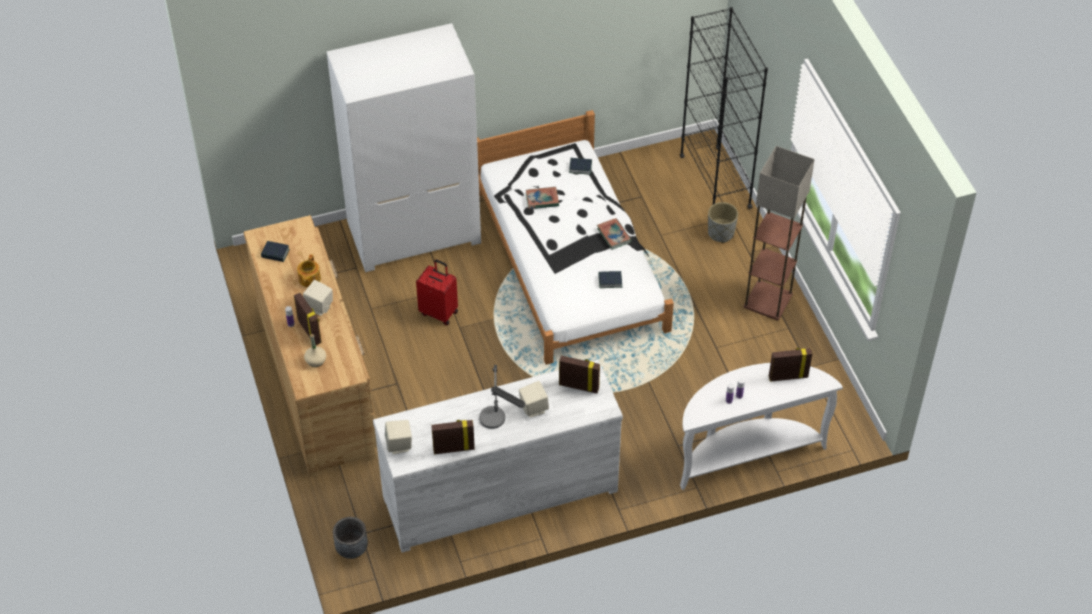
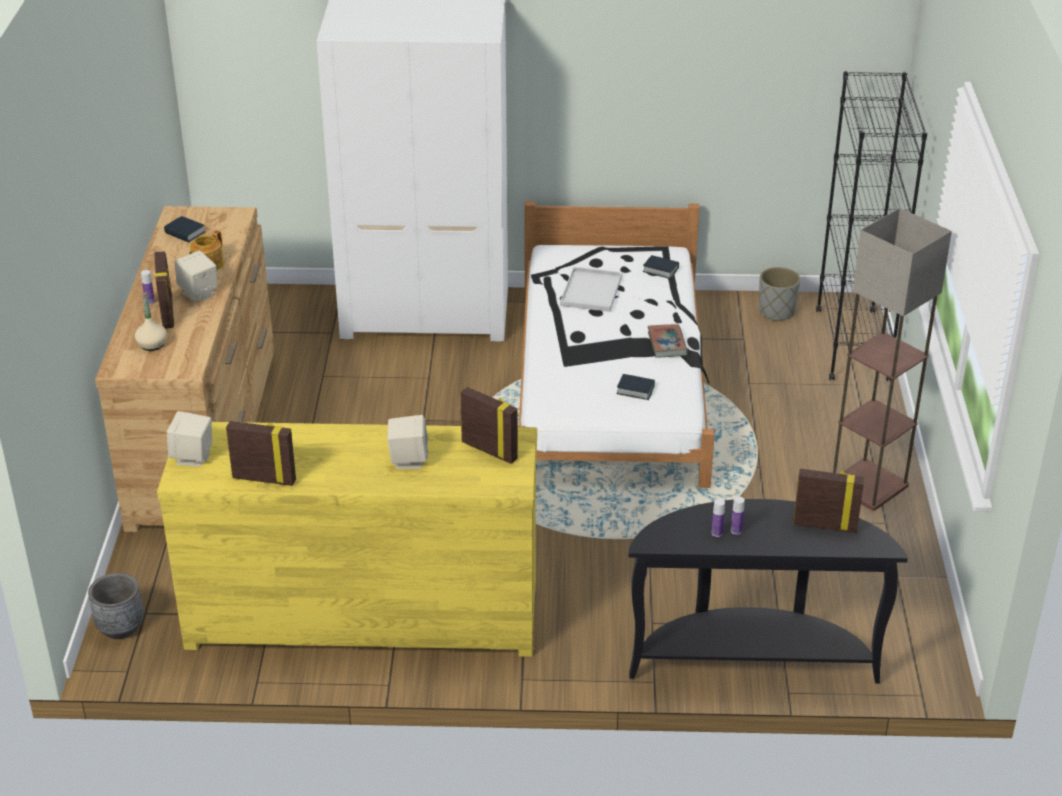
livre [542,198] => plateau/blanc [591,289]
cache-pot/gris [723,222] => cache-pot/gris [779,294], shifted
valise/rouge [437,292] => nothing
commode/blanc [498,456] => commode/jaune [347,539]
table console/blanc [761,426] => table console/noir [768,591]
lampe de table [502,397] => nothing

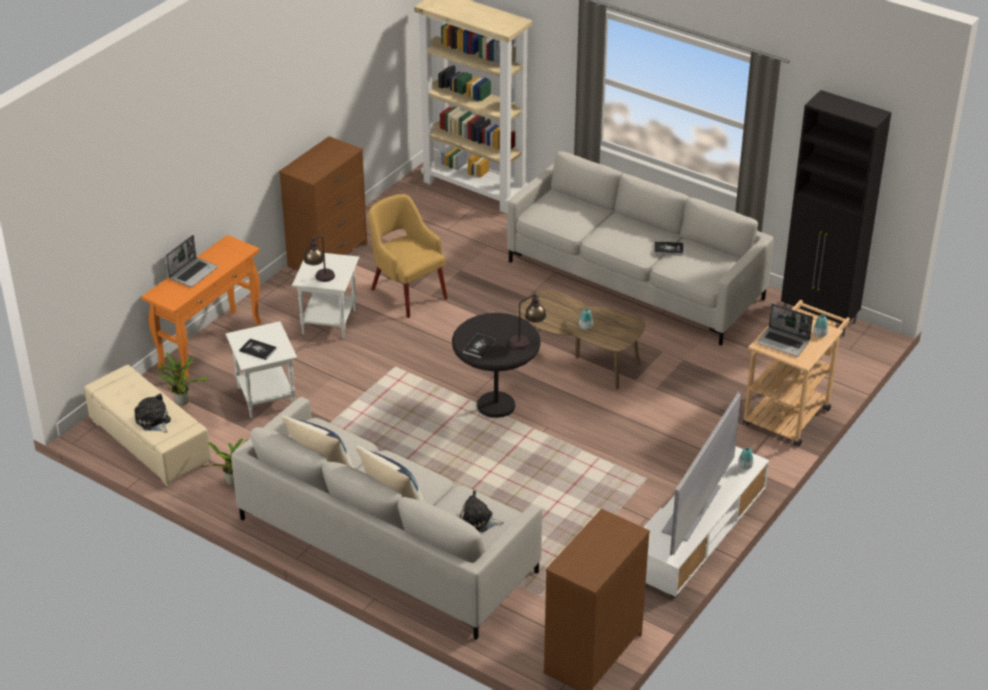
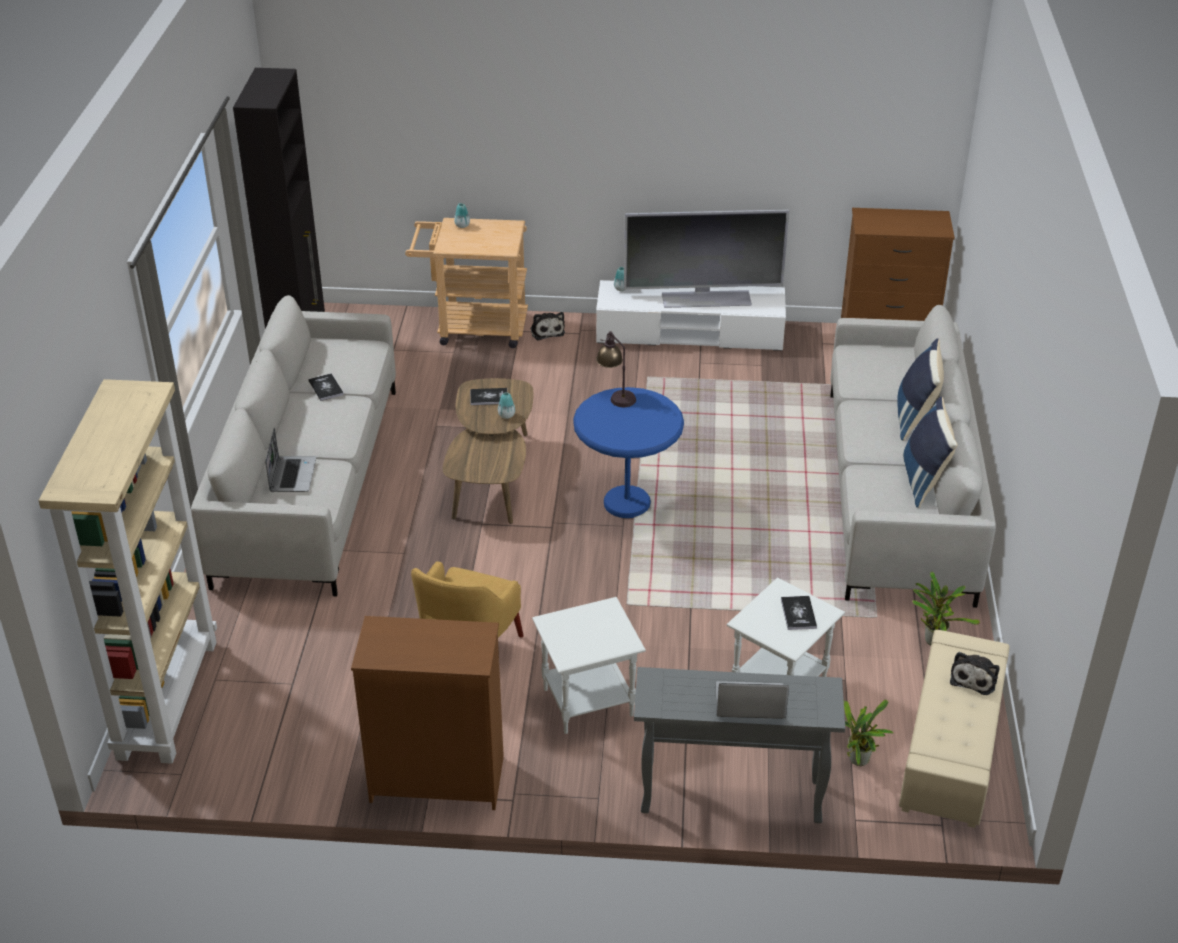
table console/orange [201,307] => table console/gris [739,745]
lampe de table [319,259] => nothing
ordinateur portable [785,330] => ordinateur portable [290,460], shifted
table d'appoint/noir [496,365] => table d'appoint/bleu [628,452]
livre [479,345] => livre [488,396], shifted
peluche [482,511] => peluche [547,326], shifted

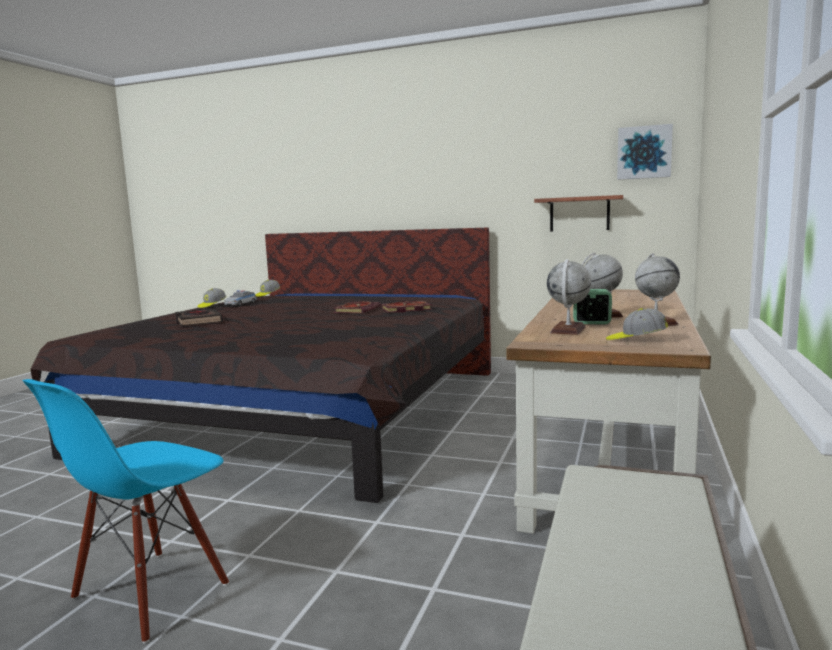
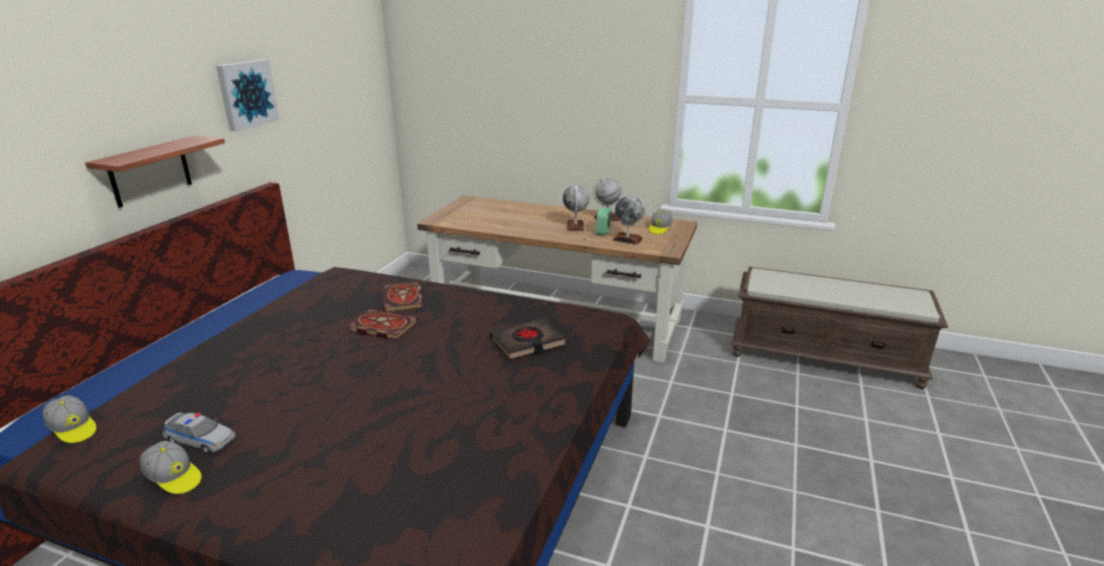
tableau [645,152] => tableau [247,95], shifted
étagère [578,213] => étagère [155,172], shifted
livre/noir [199,317] => livre/noir [528,339], shifted
chaise/bleu [125,511] => nothing

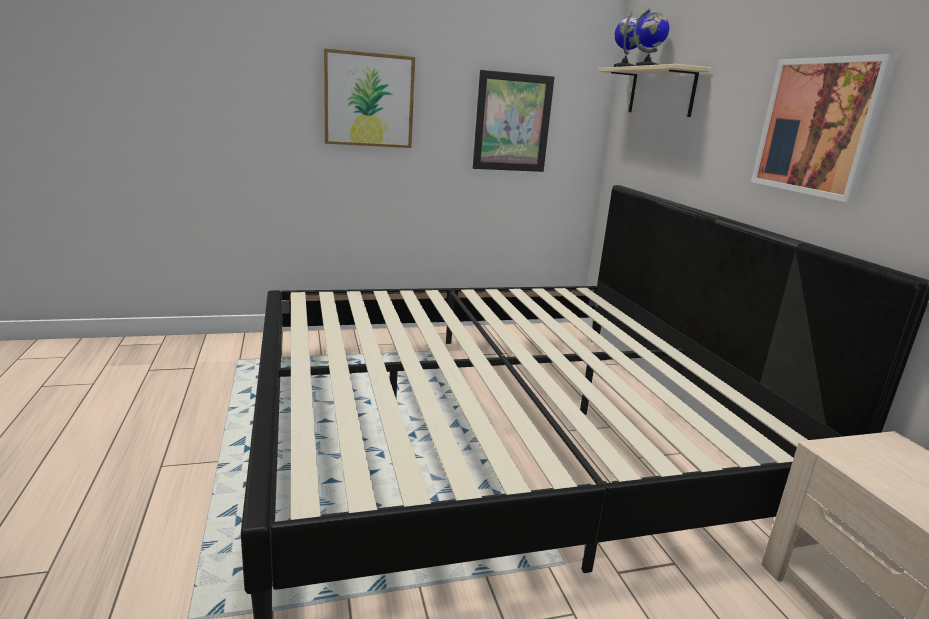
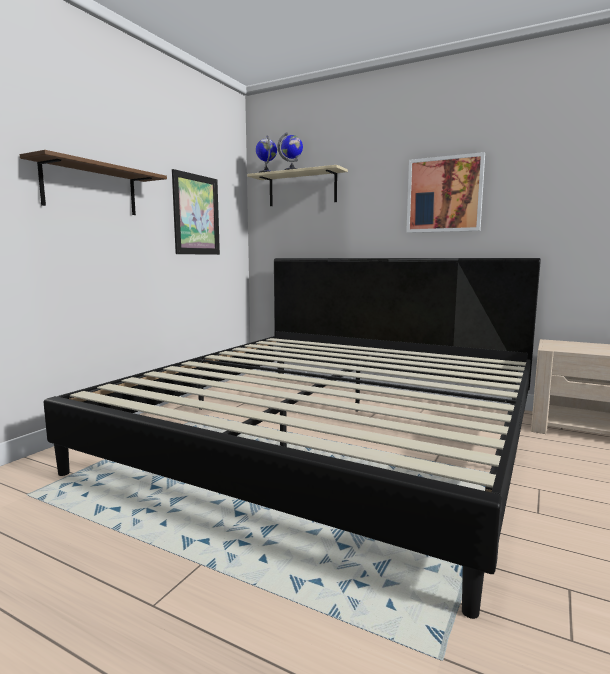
tableau [369,98] => étagère/marron [93,182]

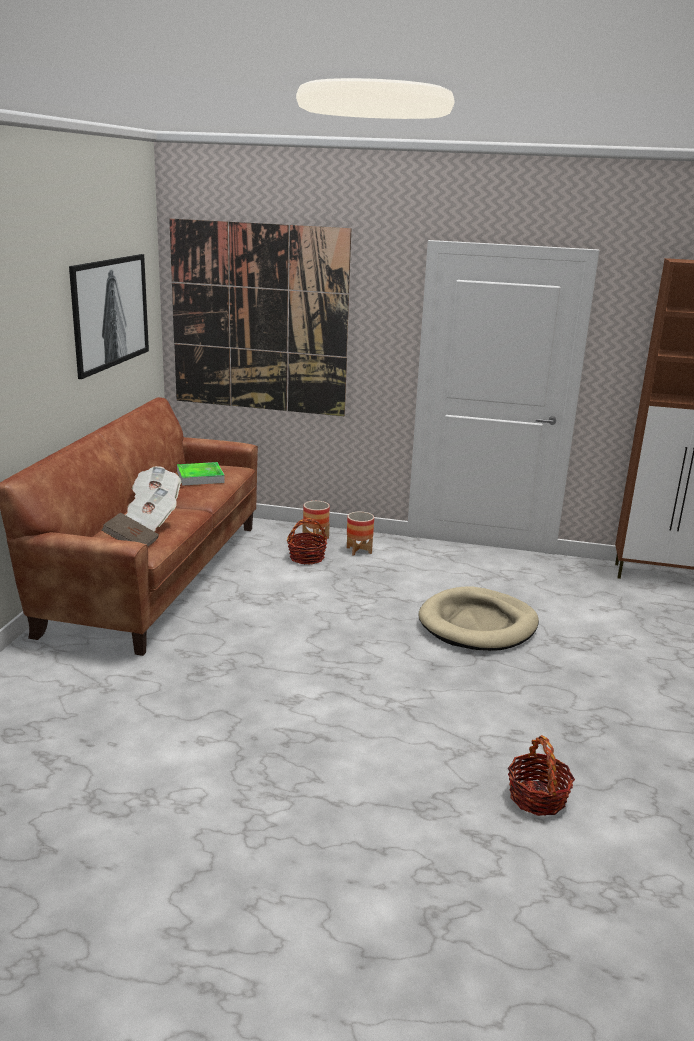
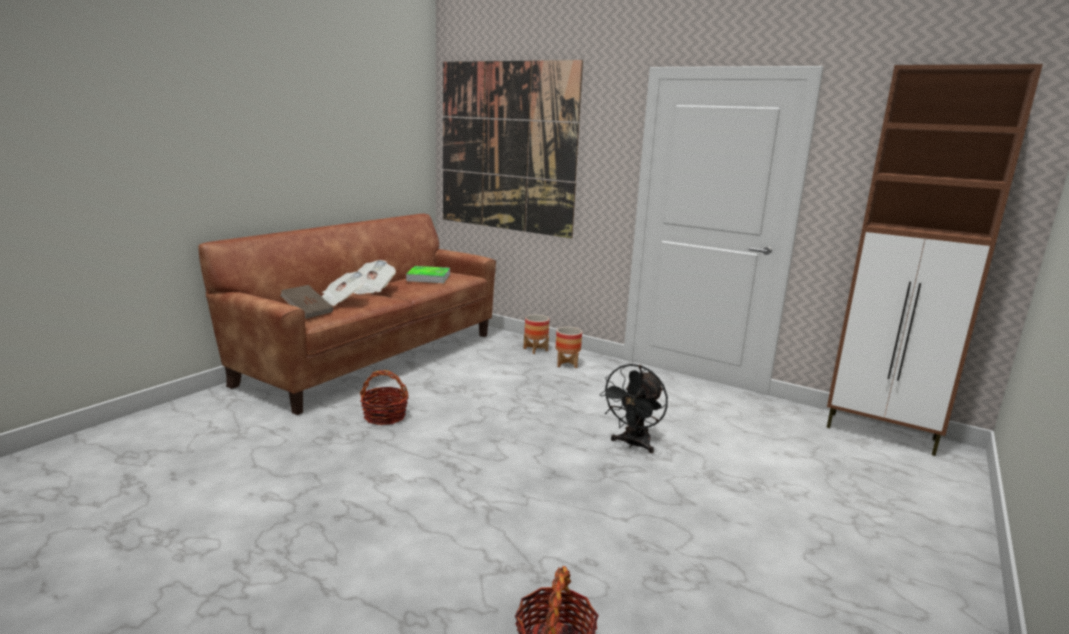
tableau [109,316] => nothing
panier [307,541] => panier [384,397], shifted
panier pour chien/beige [479,618] => ventilateur/noir [633,408]

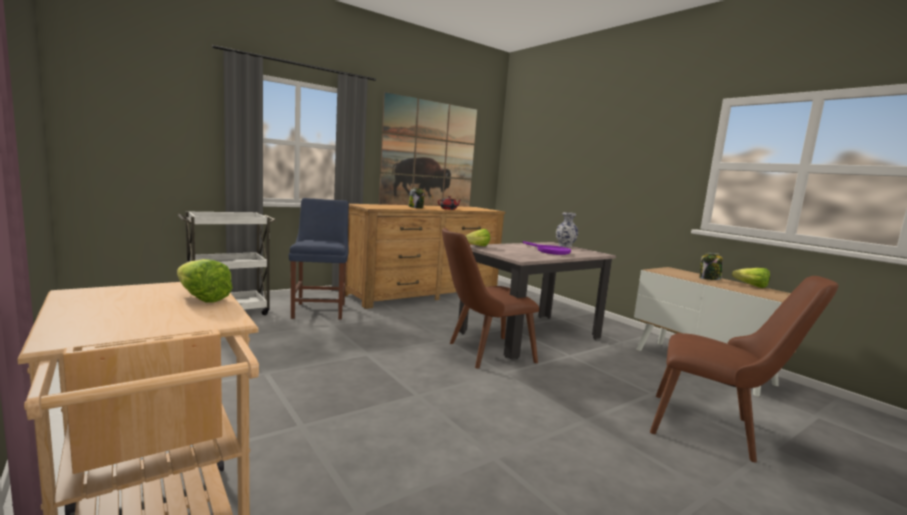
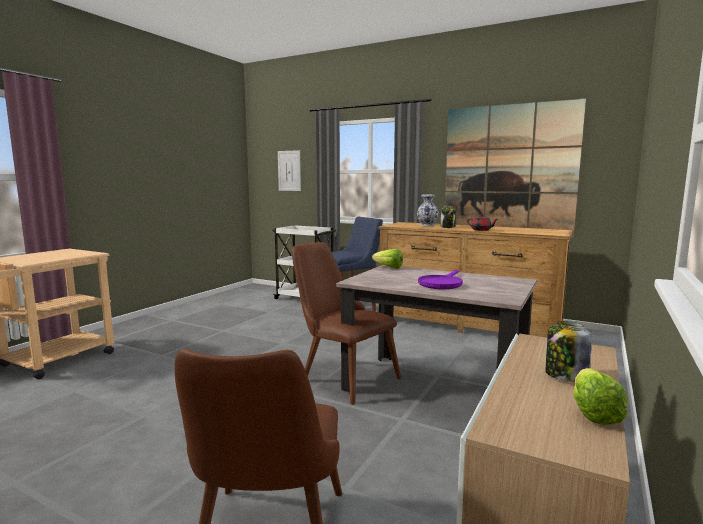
vase [567,229] => vase [428,210], shifted
laitue [204,281] => nothing
nothing => tableau [289,170]

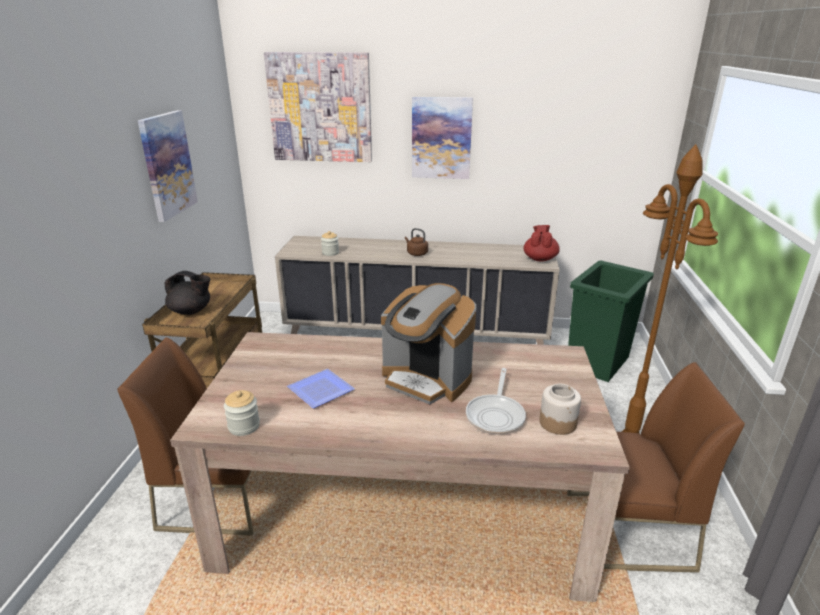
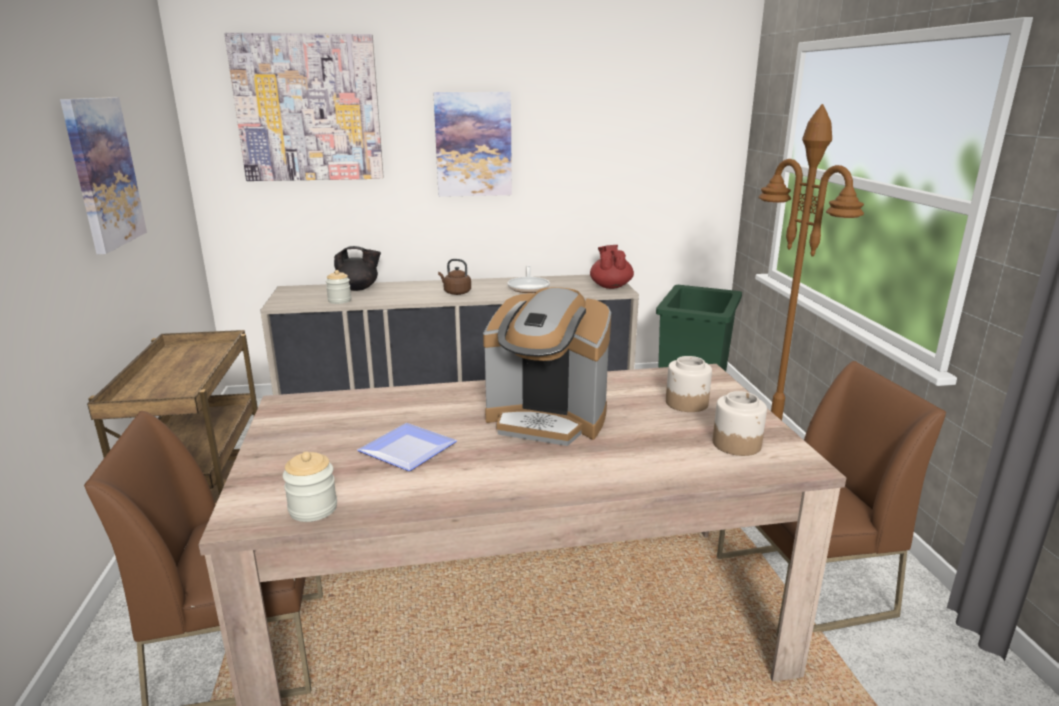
théière/noir [188,293] => théière/noir [357,268], shifted
poêle [496,401] => poêle [528,279], shifted
nothing => bocal [689,384]

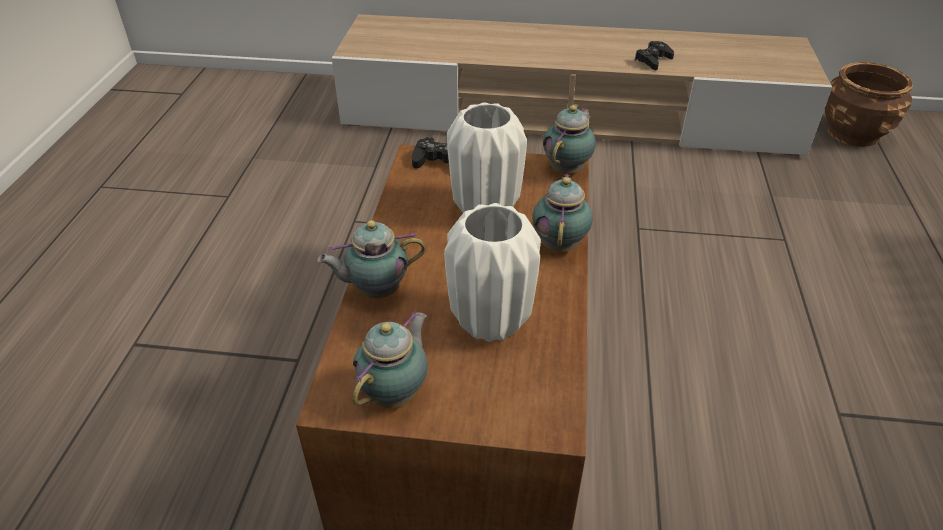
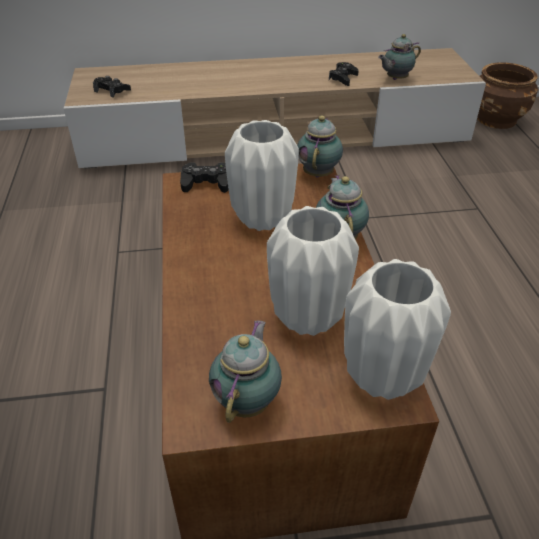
théière [371,259] => théière [399,57], shifted
nothing => manette/noir [112,87]
nothing => vase/blanc [397,329]

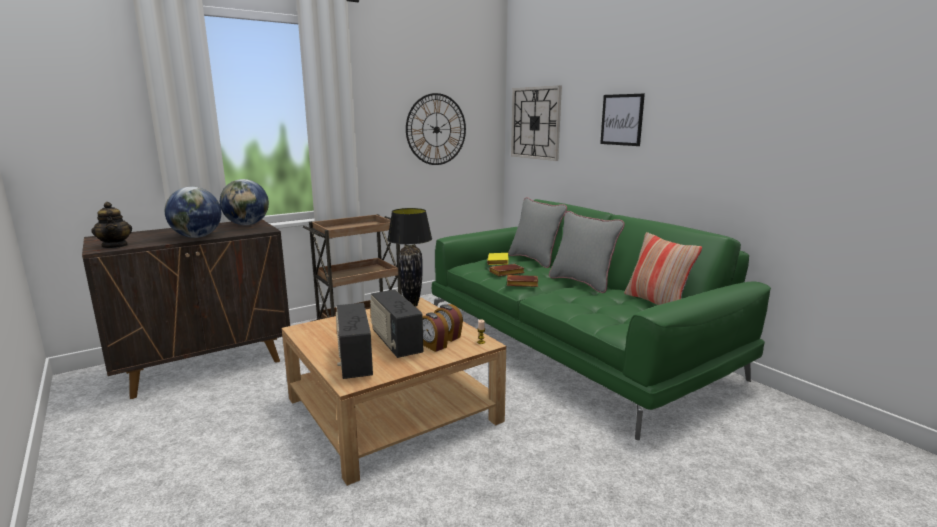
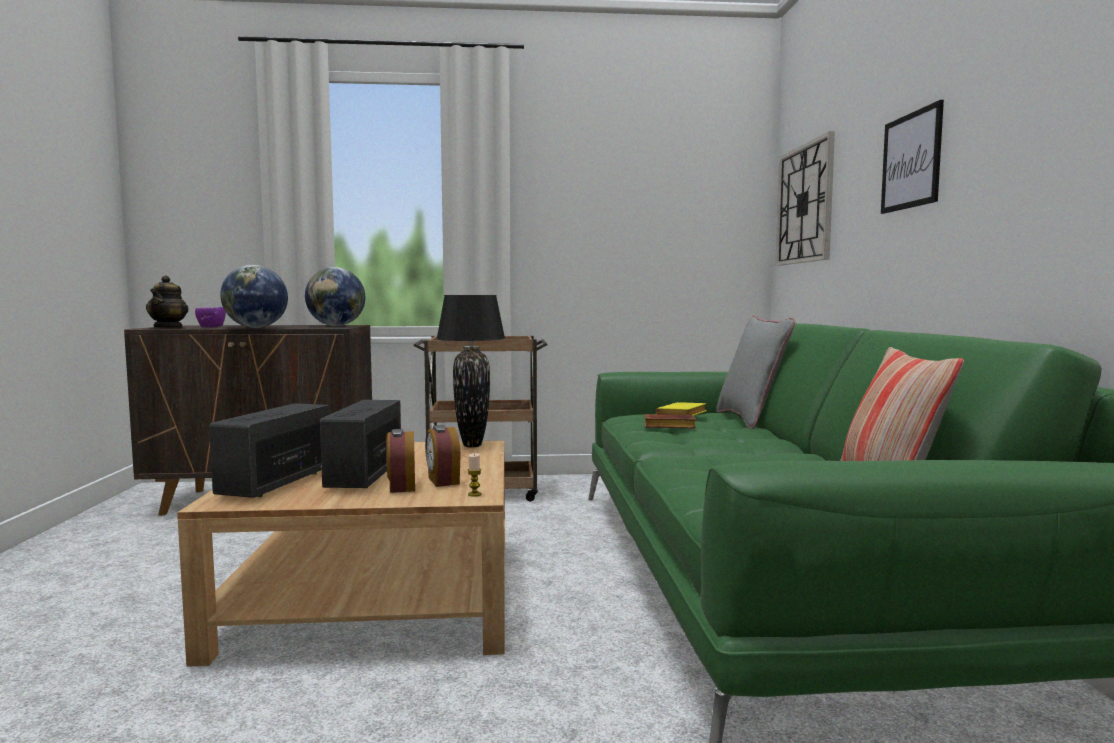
horloge murale [436,129] => nothing
coussin/gris [587,252] => nothing
livre/marron [522,281] => nothing
nothing => bol/violet [210,317]

